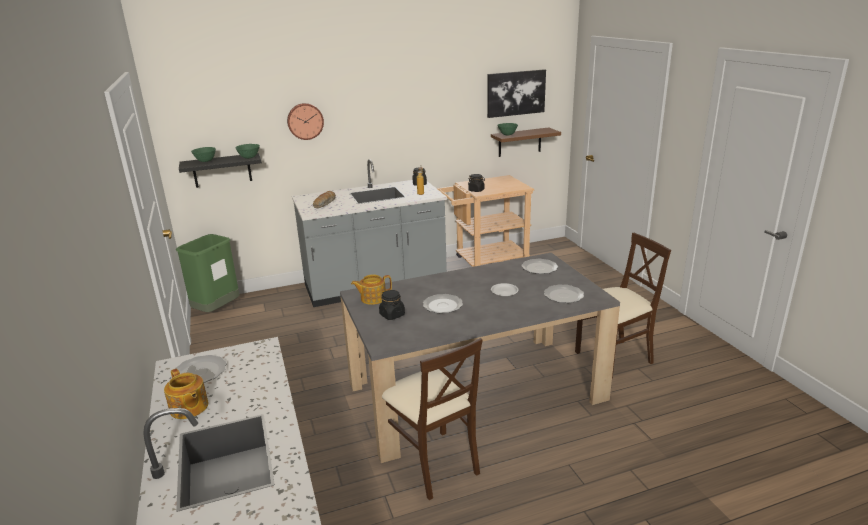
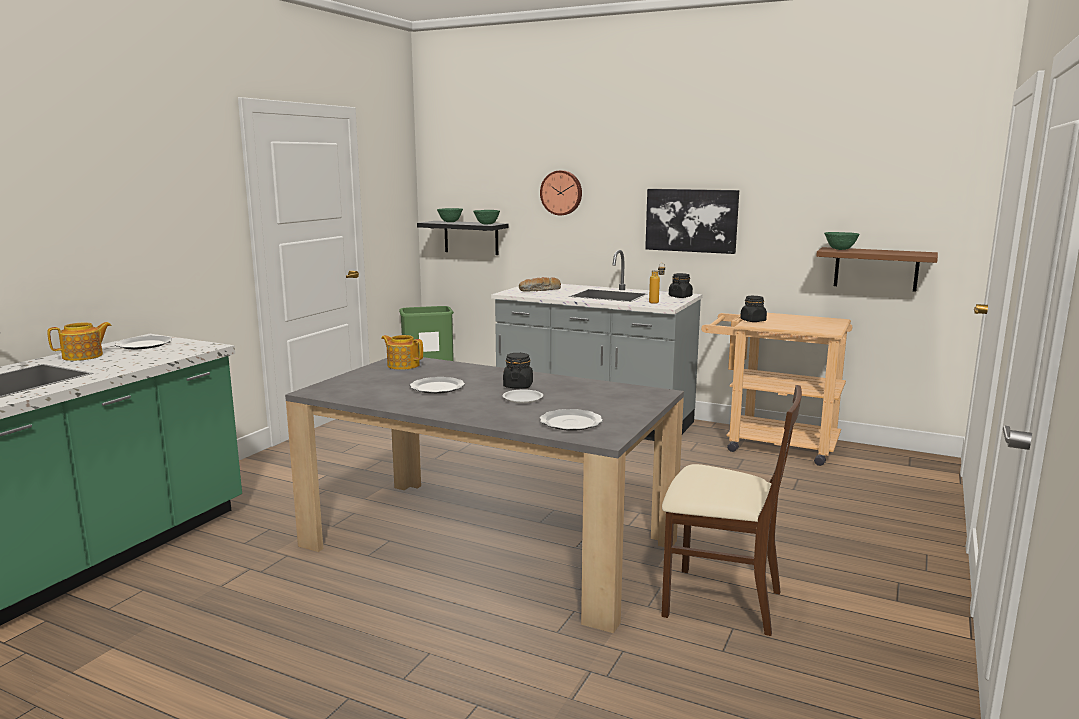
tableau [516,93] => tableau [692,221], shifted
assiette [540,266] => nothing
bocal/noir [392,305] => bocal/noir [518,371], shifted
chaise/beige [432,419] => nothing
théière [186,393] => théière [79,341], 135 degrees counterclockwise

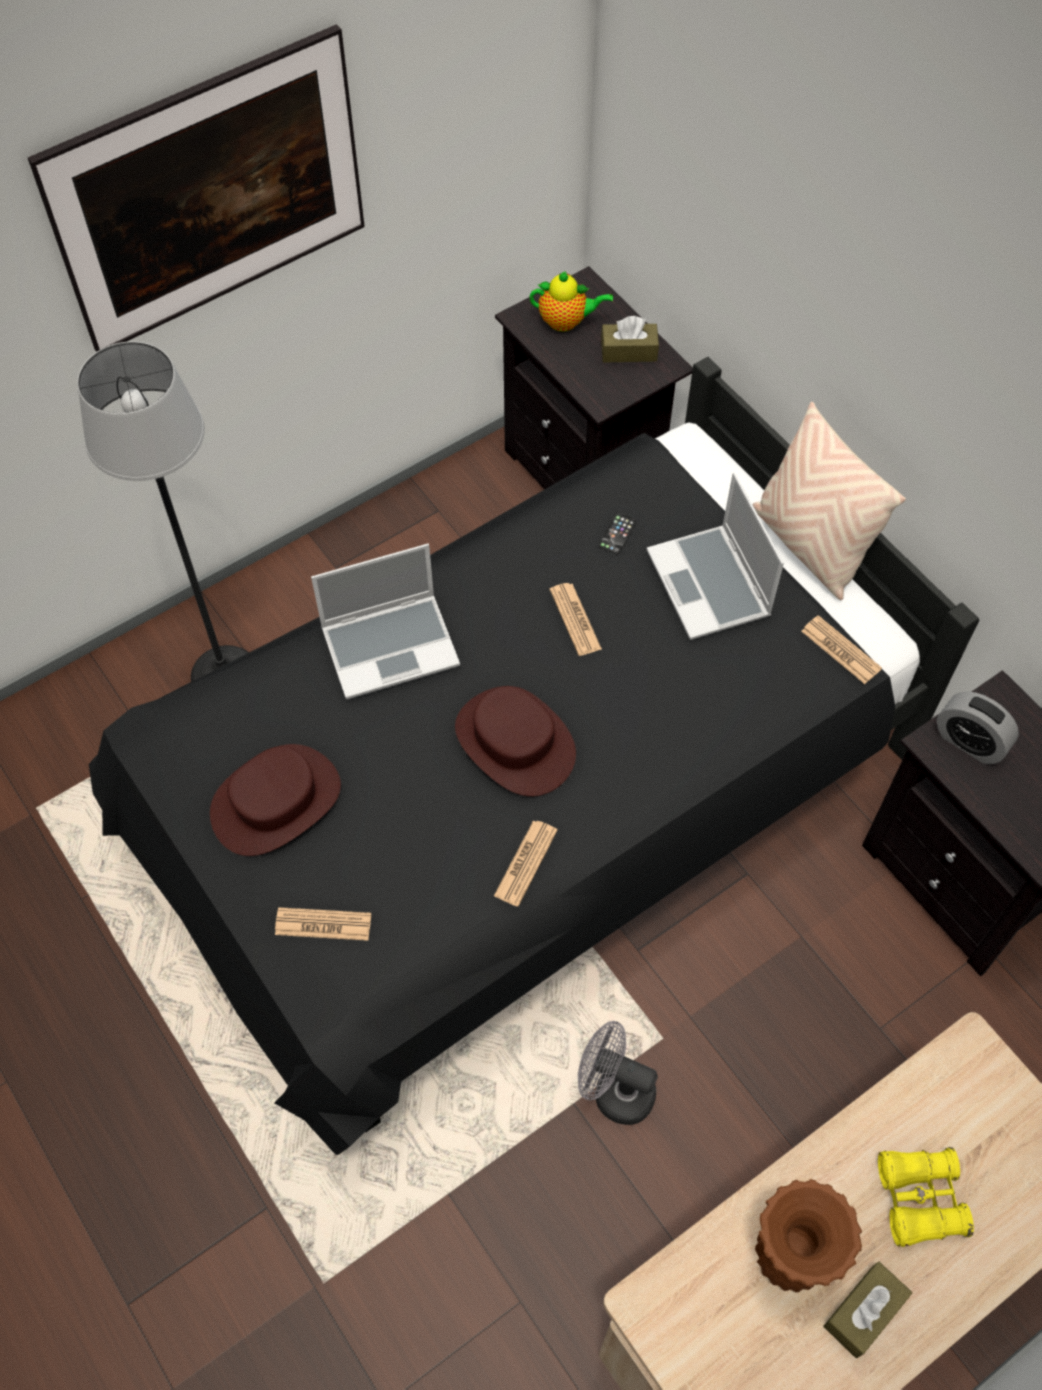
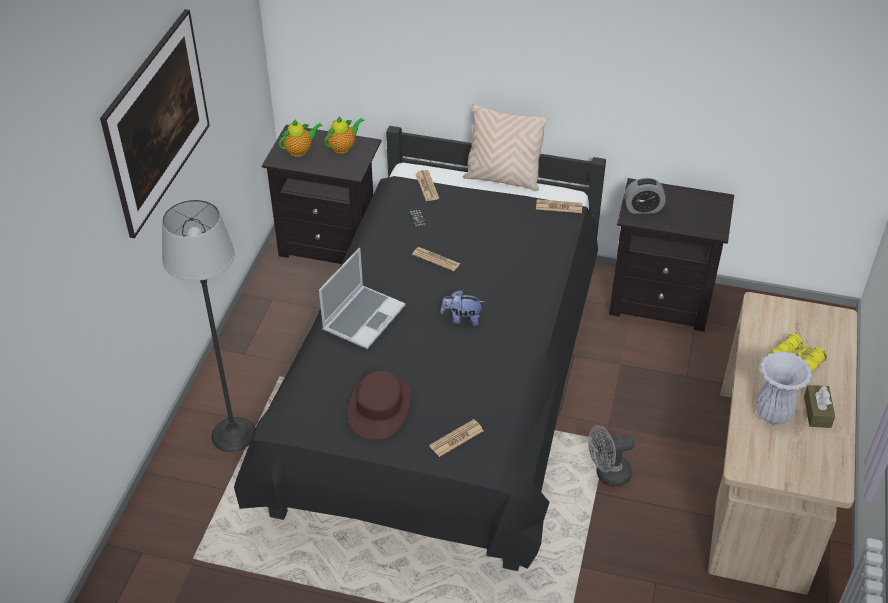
boîte à mouchoirs/marron [630,339] => théière [344,135]
ordinateur portable [715,556] => nothing
chapeau/marron [515,741] => peluche [462,308]
journal [526,864] => journal [427,185], shifted
vase/marron [808,1235] => vase/blanc [784,387]

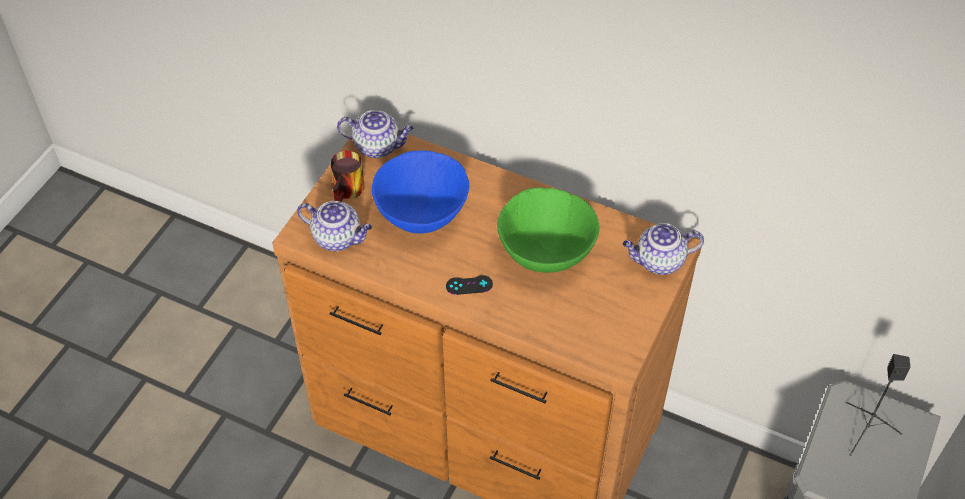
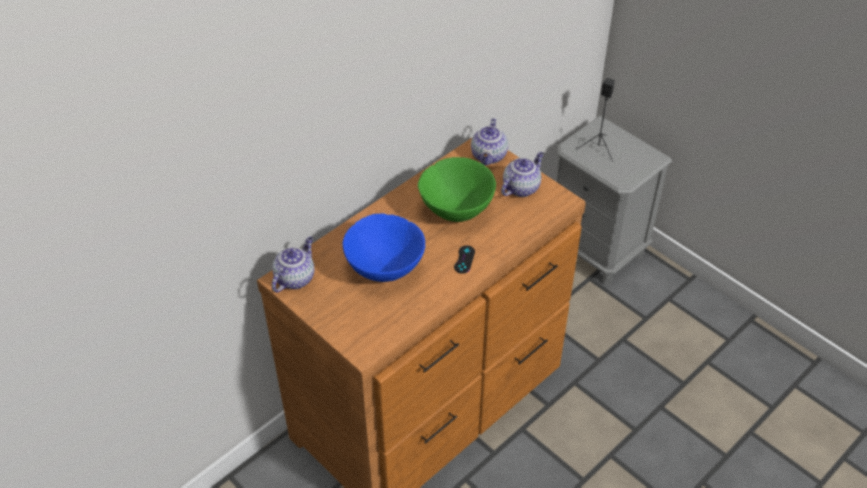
mug [347,176] => nothing
théière [334,226] => théière [522,174], shifted

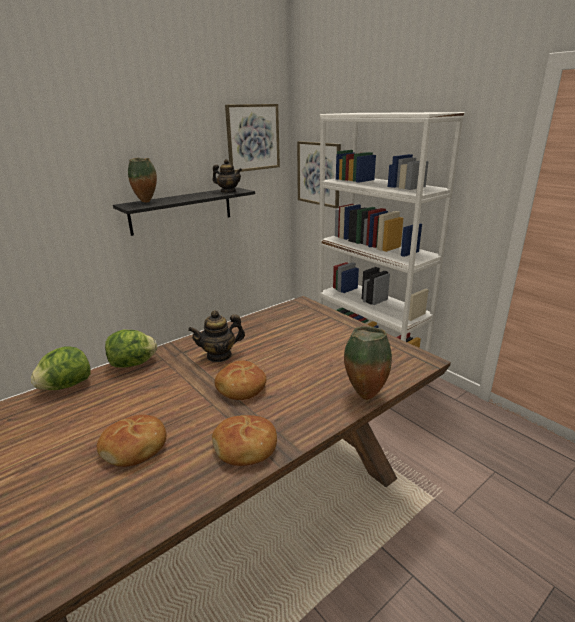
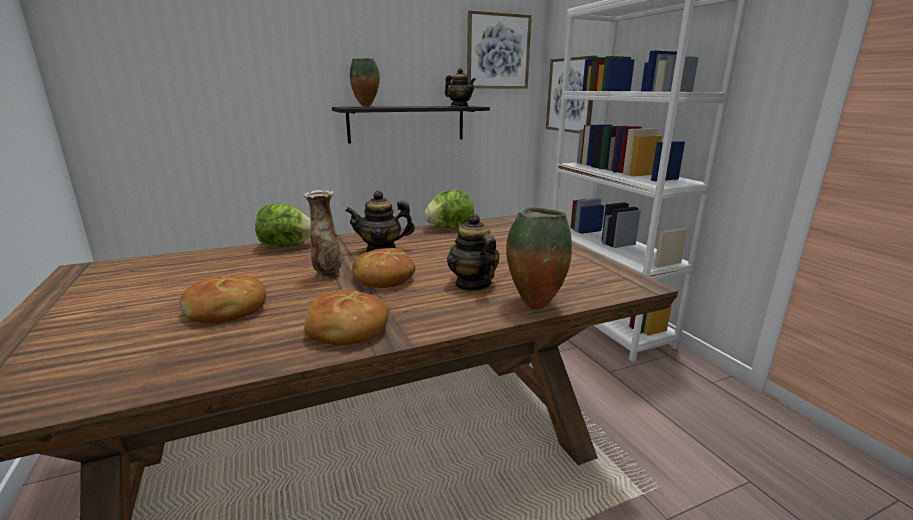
laitue [61,368] => laitue [449,208], shifted
nothing => vase [322,235]
nothing => théière [473,252]

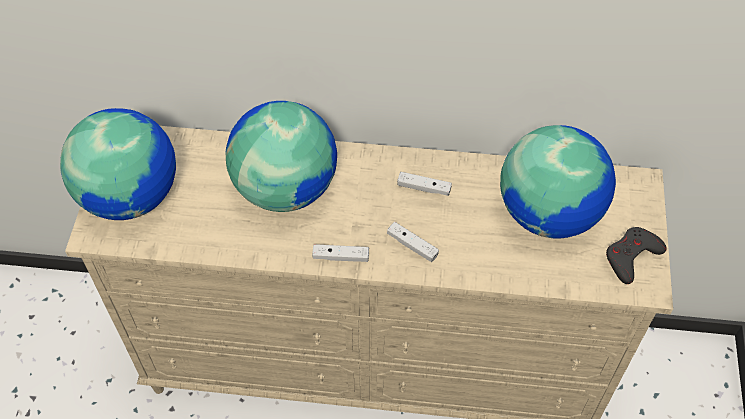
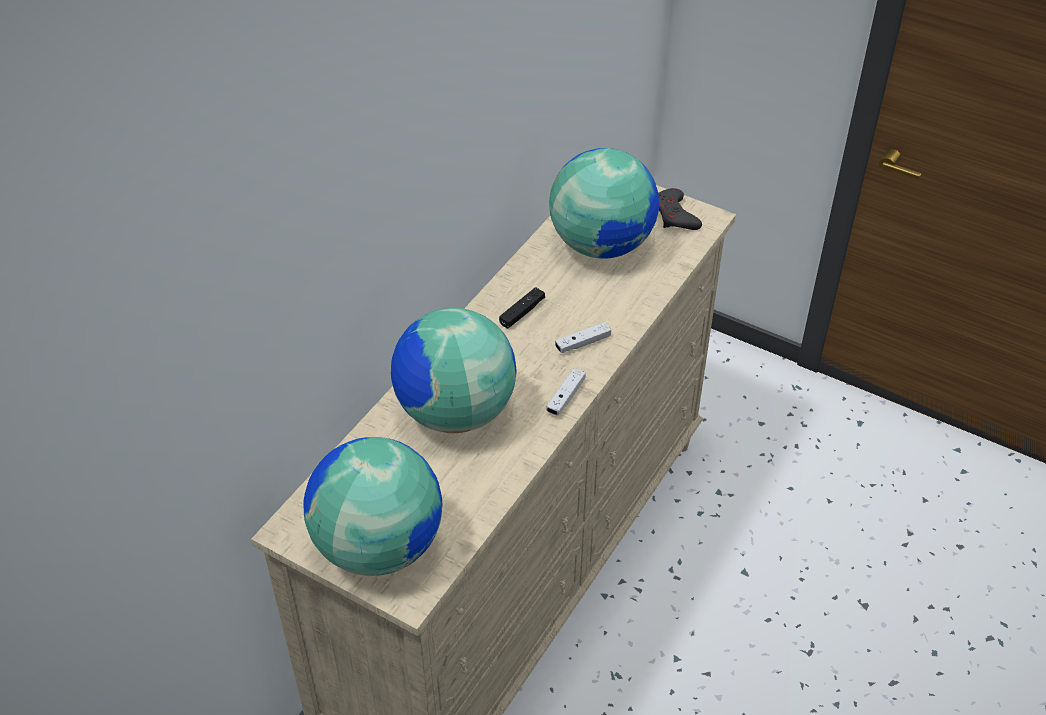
manette/blanc [424,184] => manette/noir [522,307]

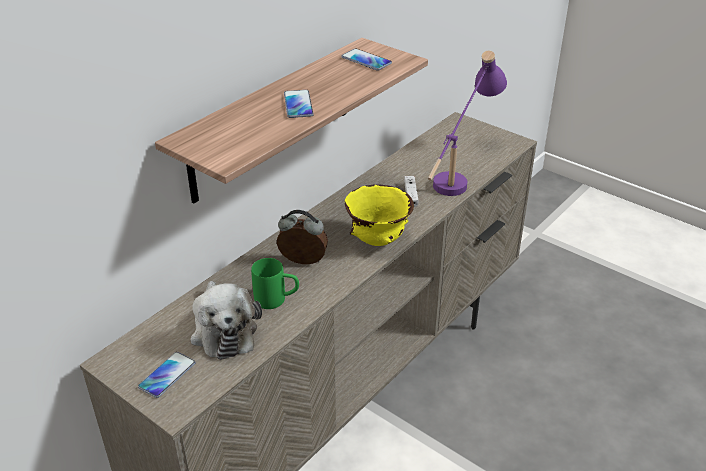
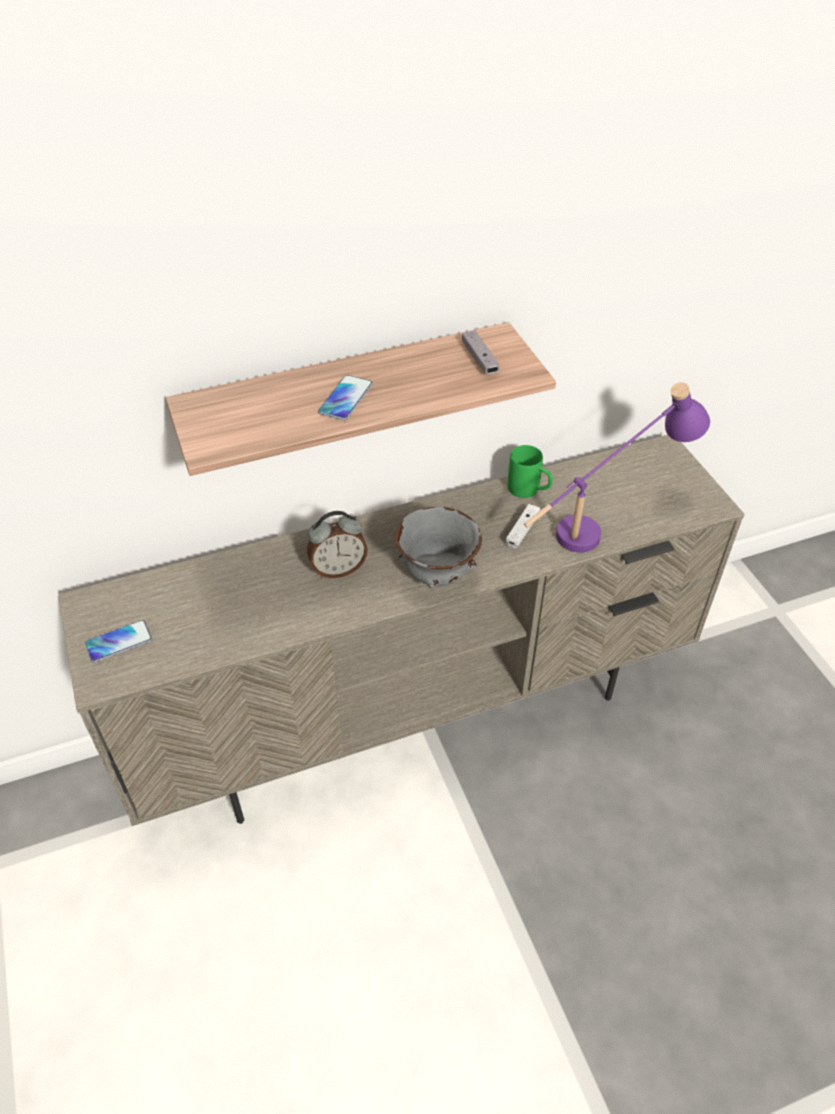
téléphone [366,60] => manette/gris [481,352]
bol/jaune [379,215] => bol/gris [438,547]
réveil [302,237] => réveil [337,544], 120 degrees clockwise
mug/vert [275,283] => mug/vert [530,471], shifted
peluche [226,320] => nothing

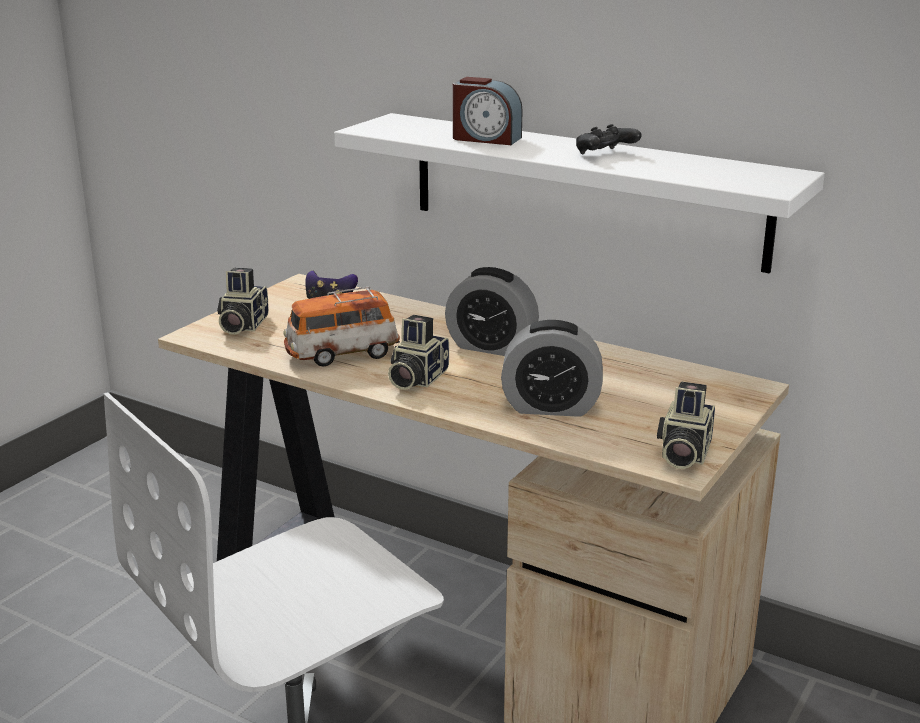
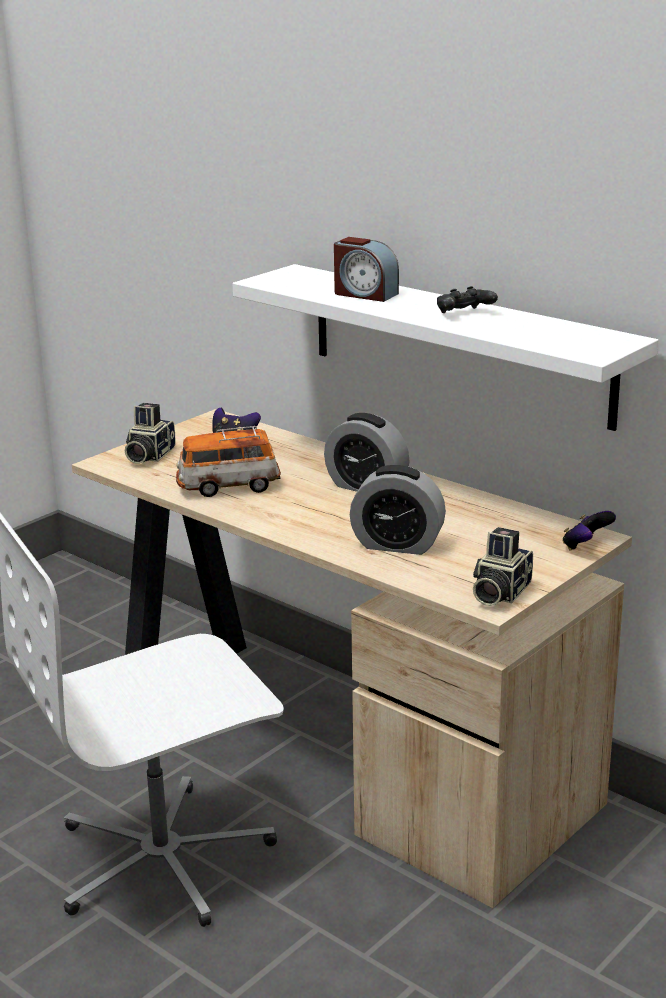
appareil photo [418,352] => nothing
nothing => manette [589,531]

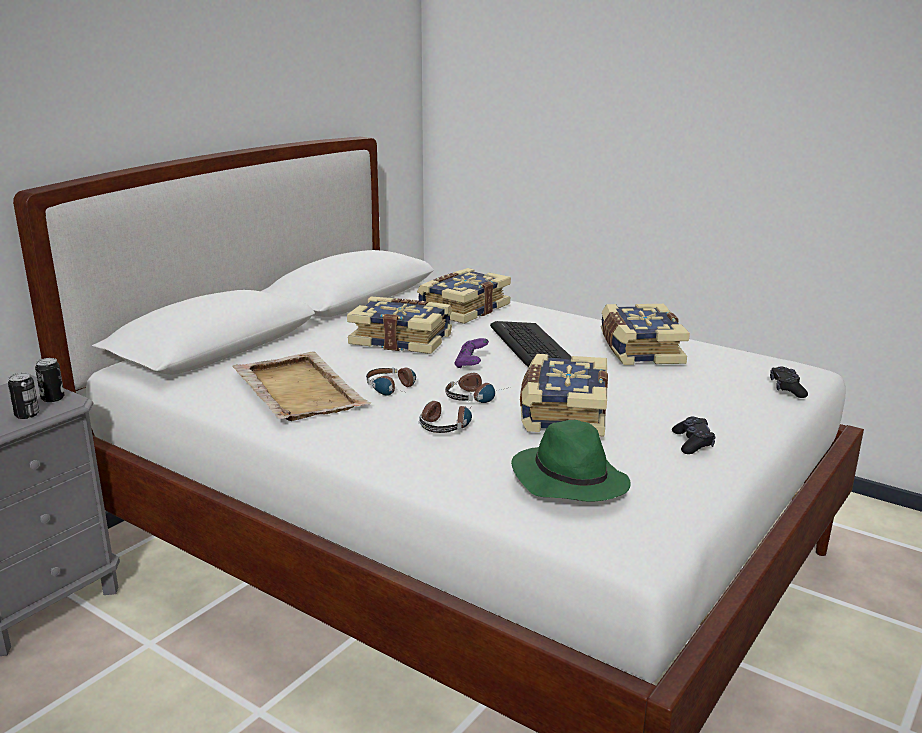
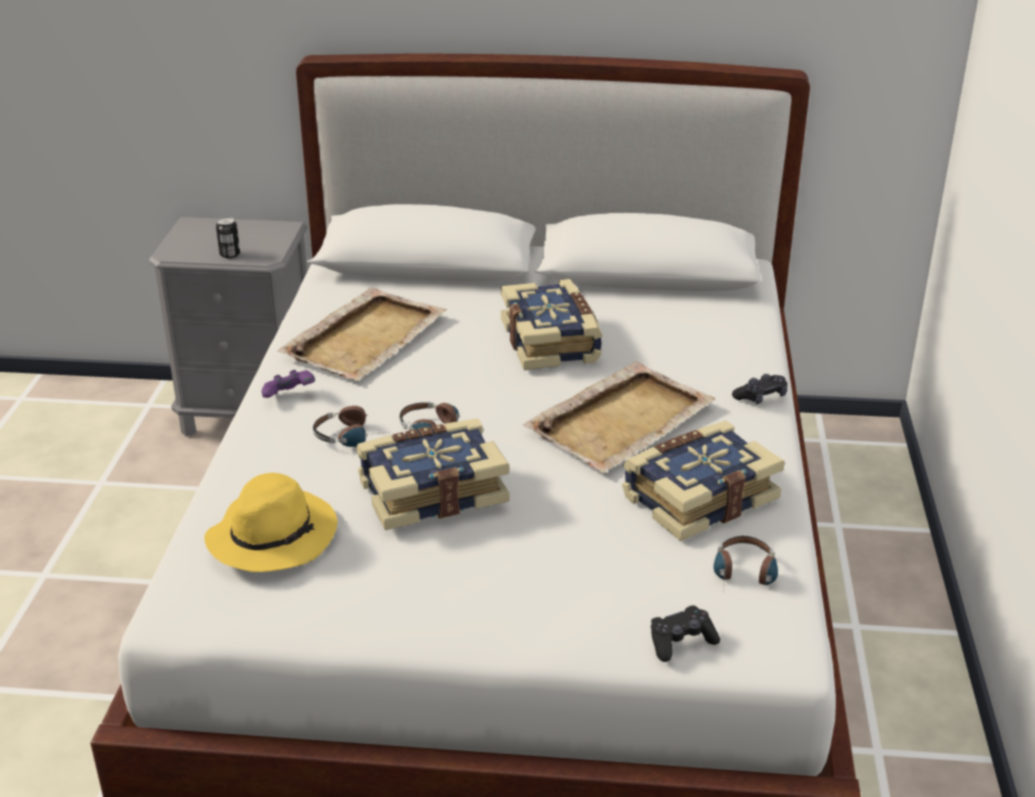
livre [464,296] => nothing
clavier [530,344] => plateau/beige [619,417]
manette/violet [471,353] => manette/violet [288,384], shifted
boîte métallique [50,380] => nothing
casque audio [391,382] => casque audio [746,560], shifted
manette/noir [693,435] => manette/noir [760,389], shifted
chapeau/vert [570,461] => chapeau/jaune [271,522]

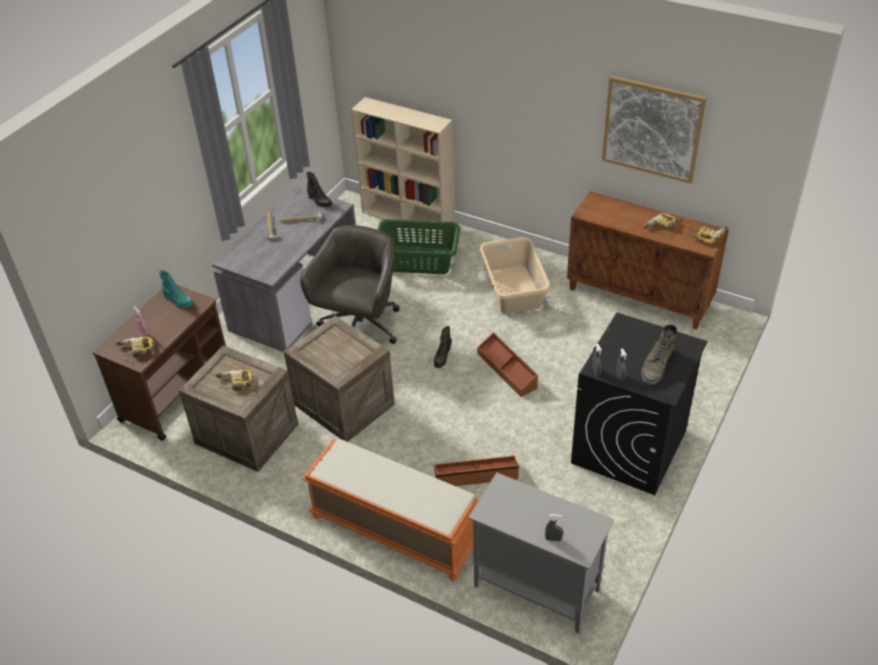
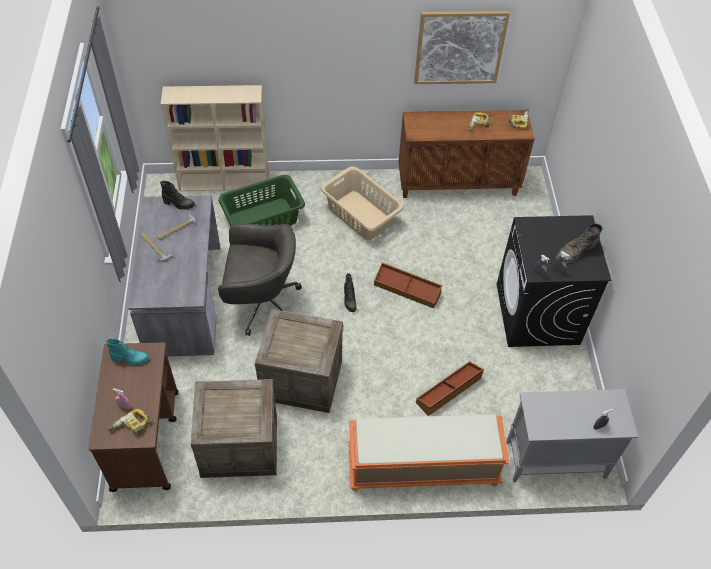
chaise de bureau/gris [349,284] => chaise de bureau/gris [260,279], 105 degrees clockwise
botte/vert [659,354] => botte/vert [579,243], 60 degrees clockwise
perceuse [235,380] => nothing

